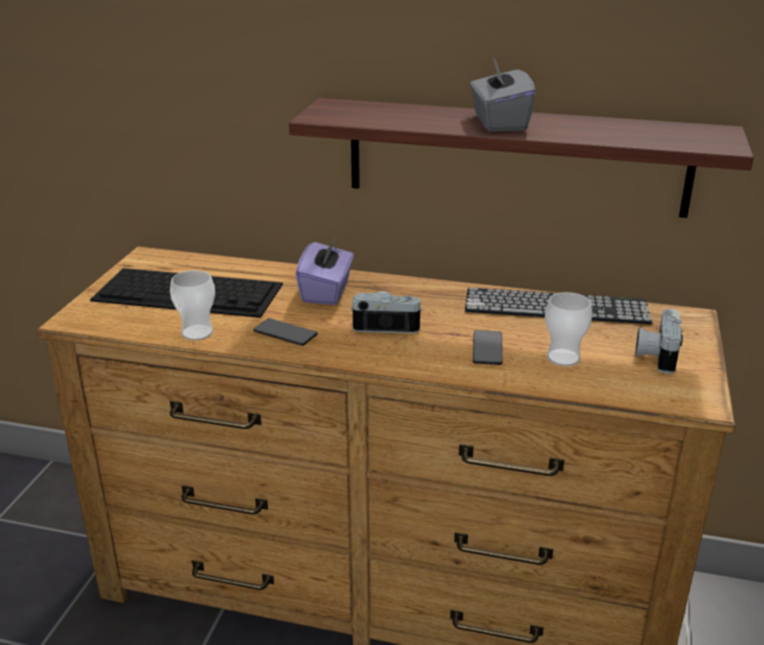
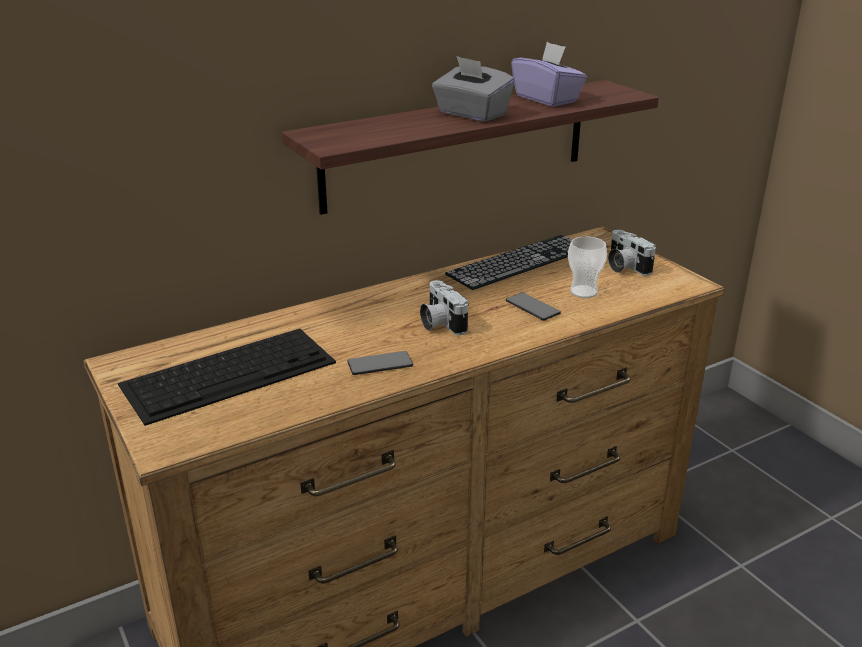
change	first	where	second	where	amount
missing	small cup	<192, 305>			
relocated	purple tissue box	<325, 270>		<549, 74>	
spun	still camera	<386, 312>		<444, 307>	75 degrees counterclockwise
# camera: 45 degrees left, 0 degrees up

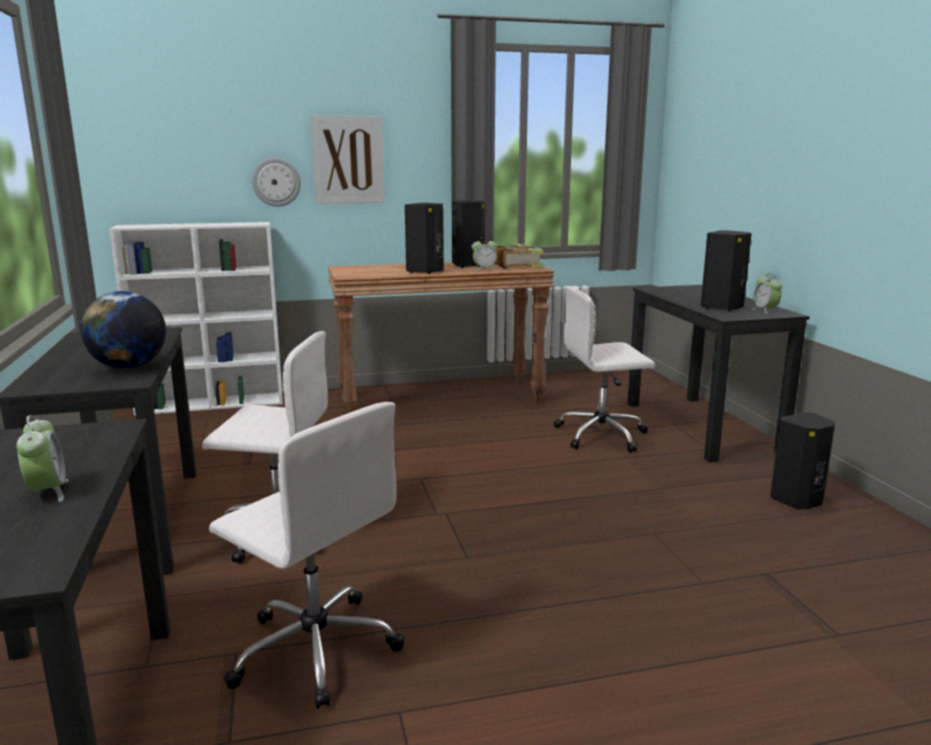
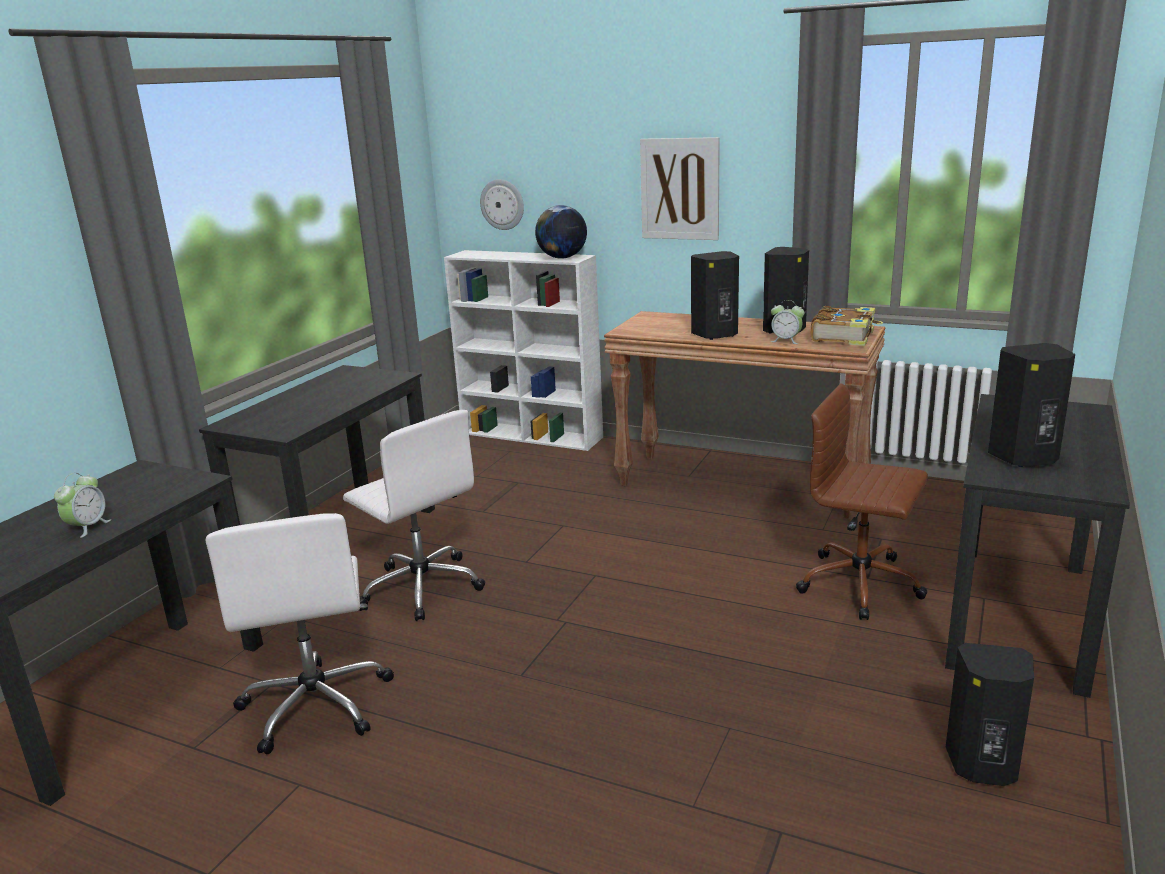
change	first	where	second	where	amount
missing	alarm clock	<767, 293>			
relocated	world globe	<123, 330>		<561, 232>	
relocated	wall clock	<276, 182>		<502, 204>	
colour	white computer chair	<604, 369>	brownish computer chair	<862, 501>	
# camera: 40 degrees right, 5 degrees up

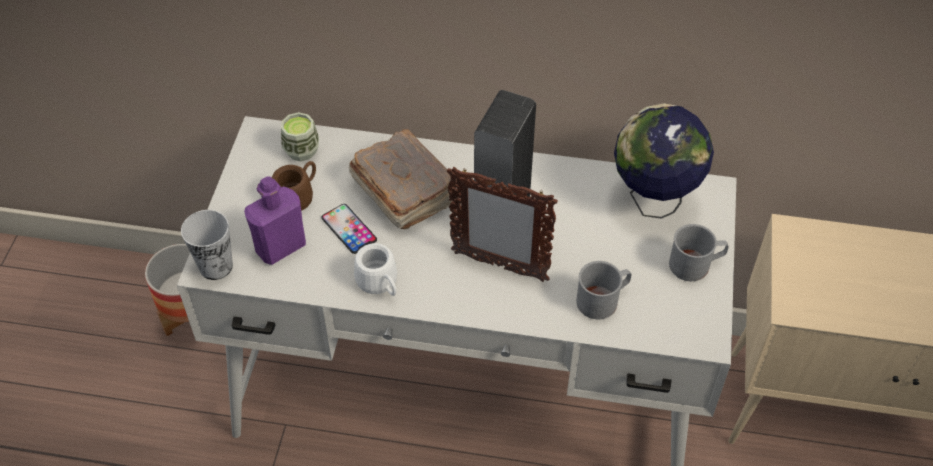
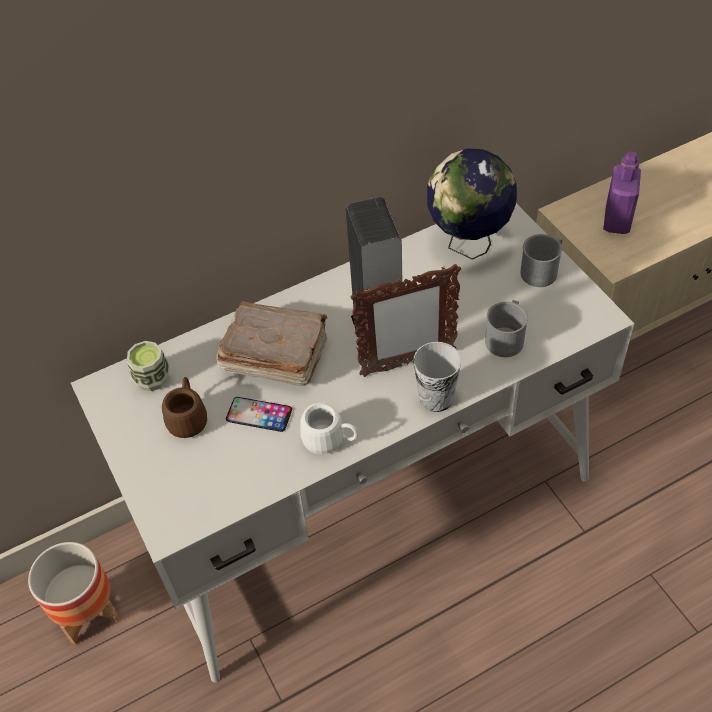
change	first	where	second	where	amount
relocated	small cup	<207, 245>		<437, 377>	
relocated	purple beverage bottle	<275, 220>		<622, 192>	
# camera: 35 degrees left, 0 degrees up

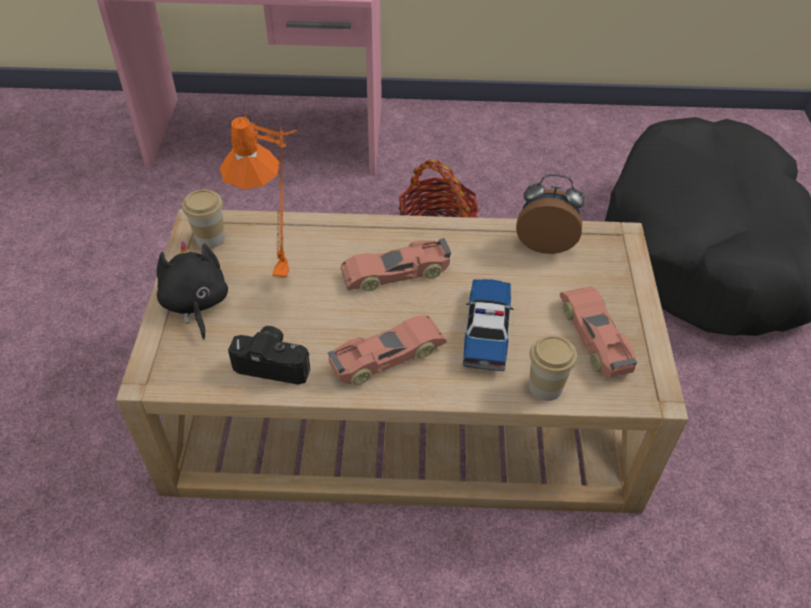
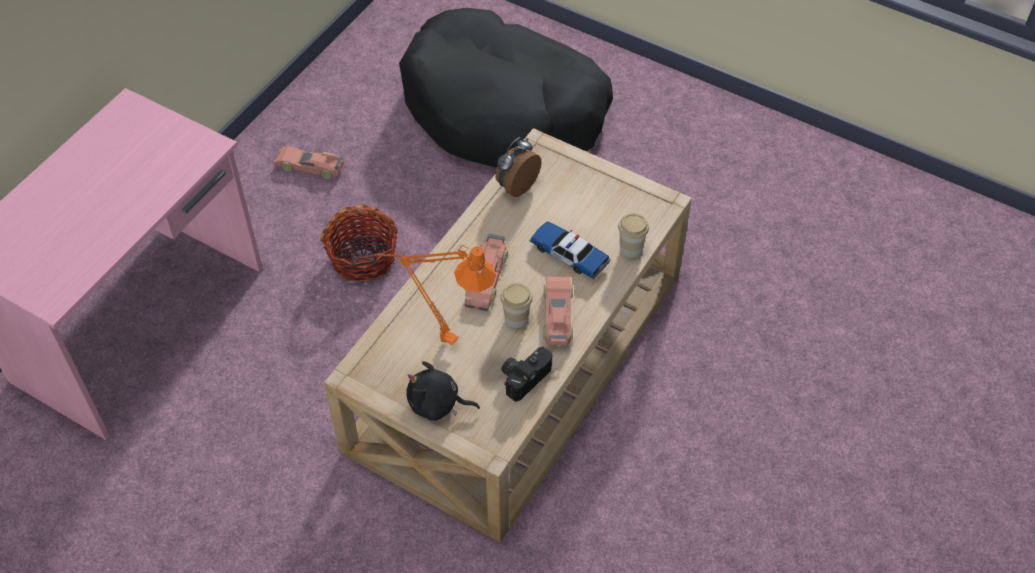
change	first	where	second	where	amount
relocated	small cup	<204, 219>		<516, 305>	
relocated	toy car	<598, 332>		<308, 162>	
# camera: 60 degrees left, 5 degrees up

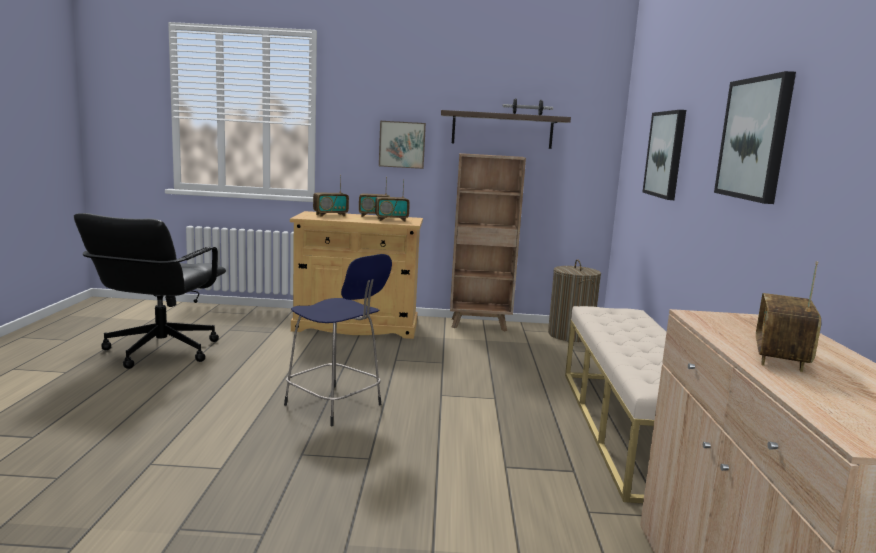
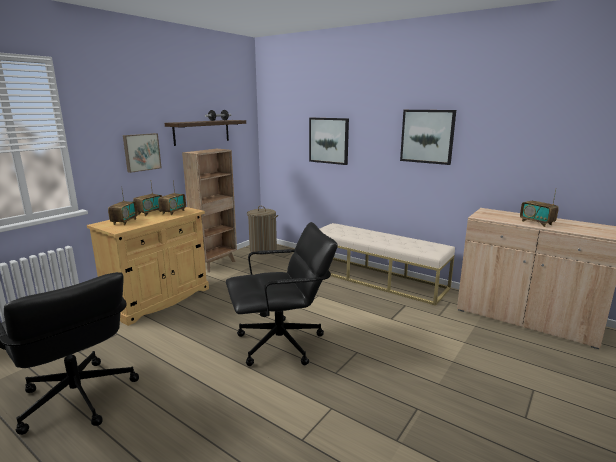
change	first	where	second	where	amount
exchanged	blue stool seat	<338, 340>	black-coloured computer chair	<282, 294>	
# camera: 55 degrees left, 5 degrees up

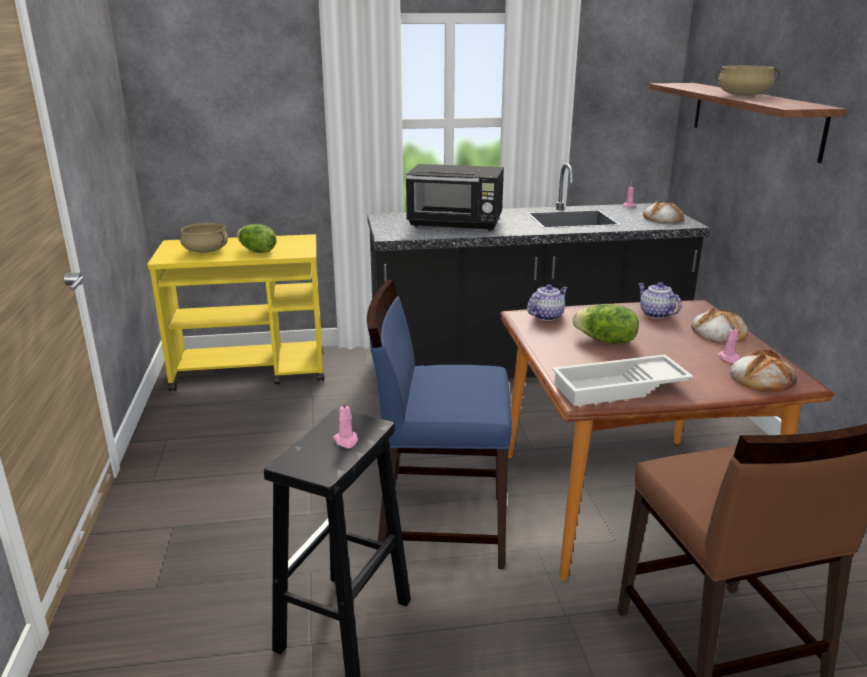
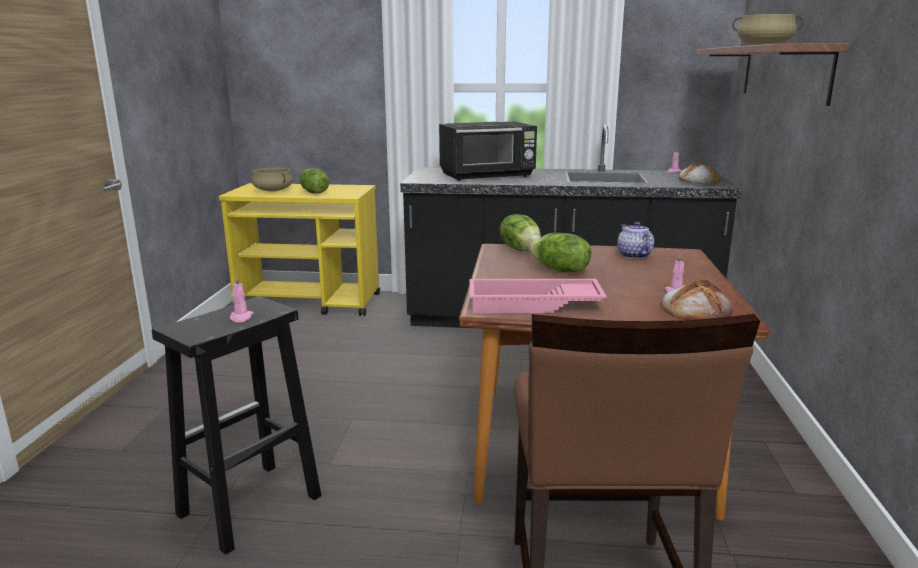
change	first	where	second	where	amount
missing	blue upright chair	<439, 424>			
missing	bakery bread	<720, 325>			
exchanged	teapot	<547, 302>	lettuce head	<520, 232>	
colour	white carrying tray	<623, 380>	pink-coloured carrying tray	<538, 296>	
spun	black-coloured kitchen microwave	<454, 197>		<488, 151>	45 degrees counterclockwise
# camera: 15 degrees right, 5 degrees down

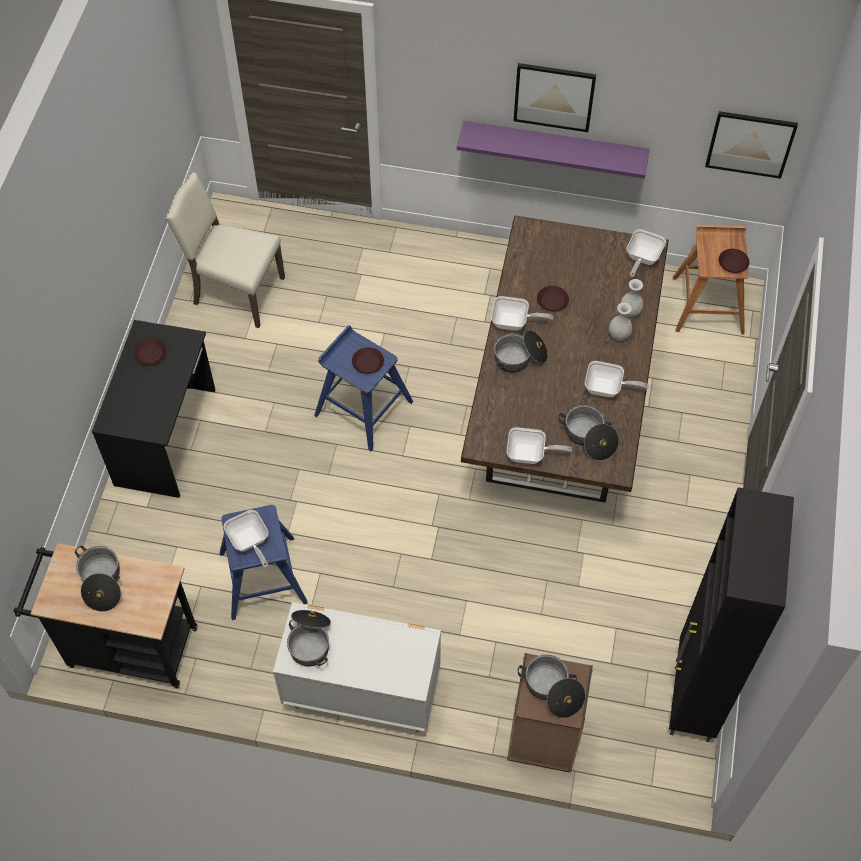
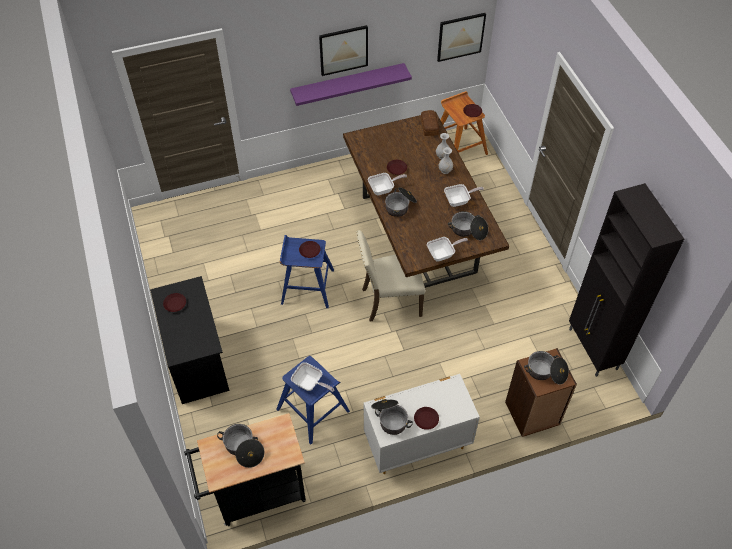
change	first	where	second	where	amount
appeared			brownish flat dish	<426, 418>	
relocated	beige upright chair	<225, 250>		<391, 275>	
exchanged	skillet	<646, 253>	bakery bread	<430, 123>	
# camera: 30 degrees left, 5 degrees down

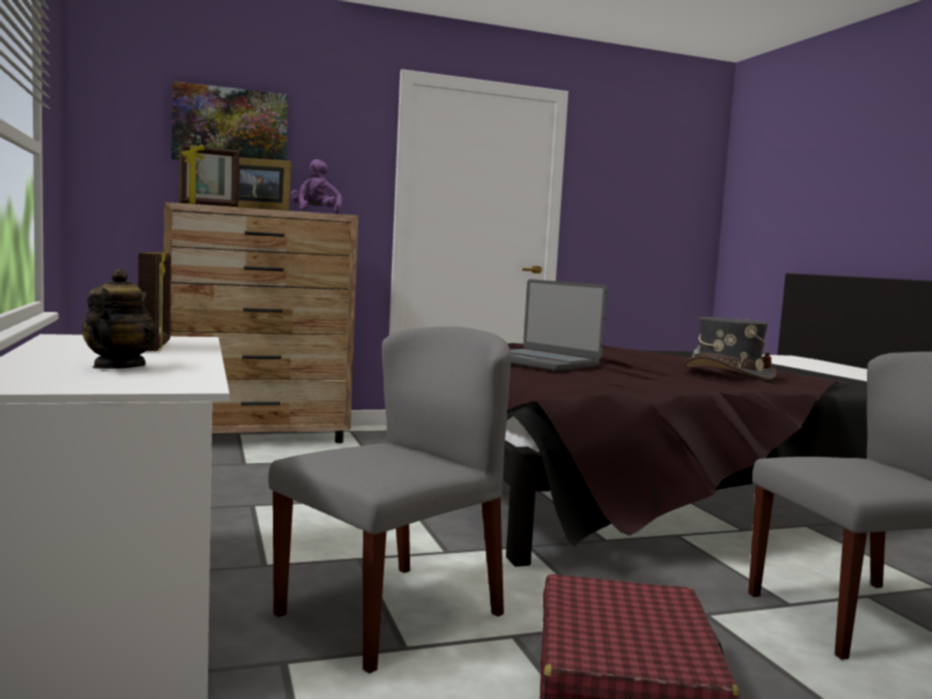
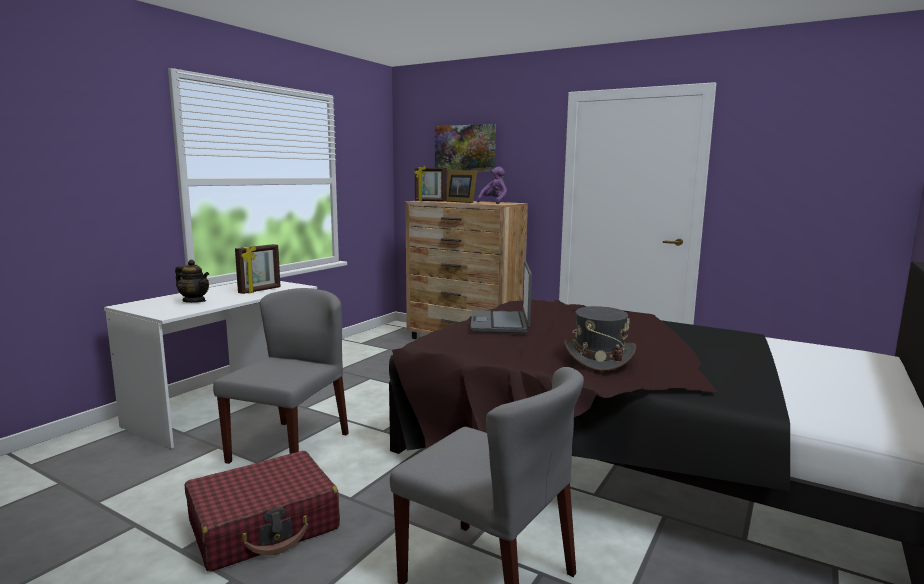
change	first	where	second	where	amount
spun	teapot	<119, 319>		<192, 281>	60 degrees clockwise
spun	grey upright chair	<389, 500>		<281, 376>	75 degrees counterclockwise
# camera: 50 degrees right, 5 degrees up

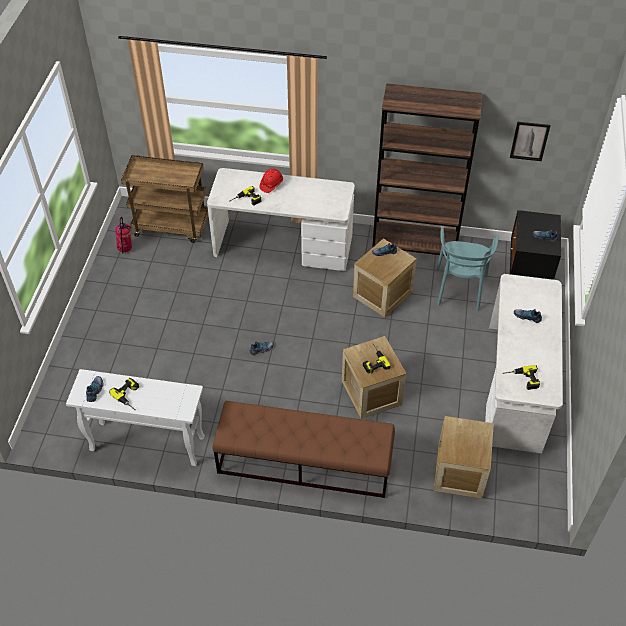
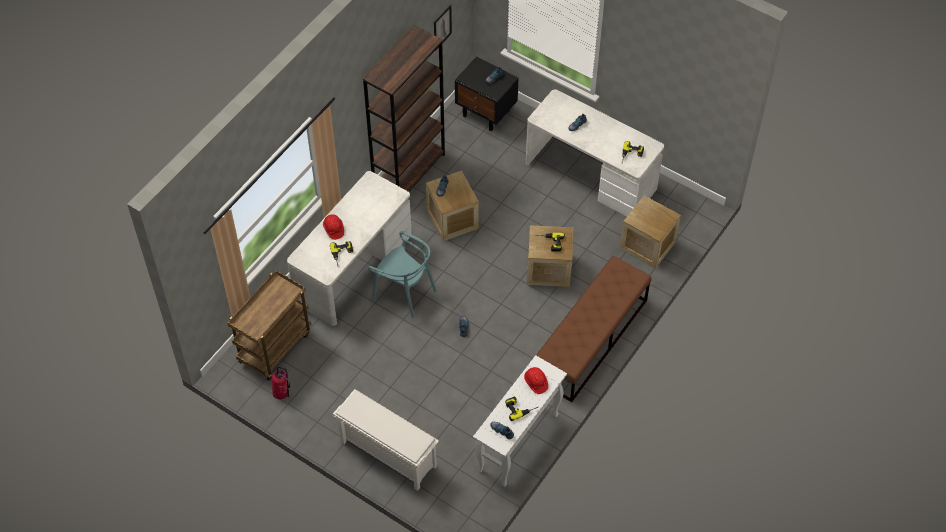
change	first	where	second	where	amount
appeared			white shoe rack	<386, 440>	
appeared			red-coloured safety helmet	<536, 380>	
relocated	turquoise-coloured upright chair	<467, 269>		<402, 274>	
# camera: 65 degrees left, 5 degrees up

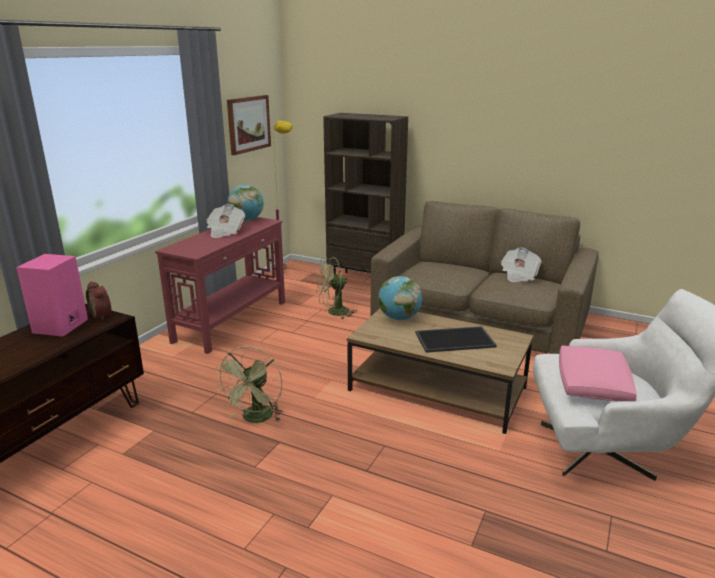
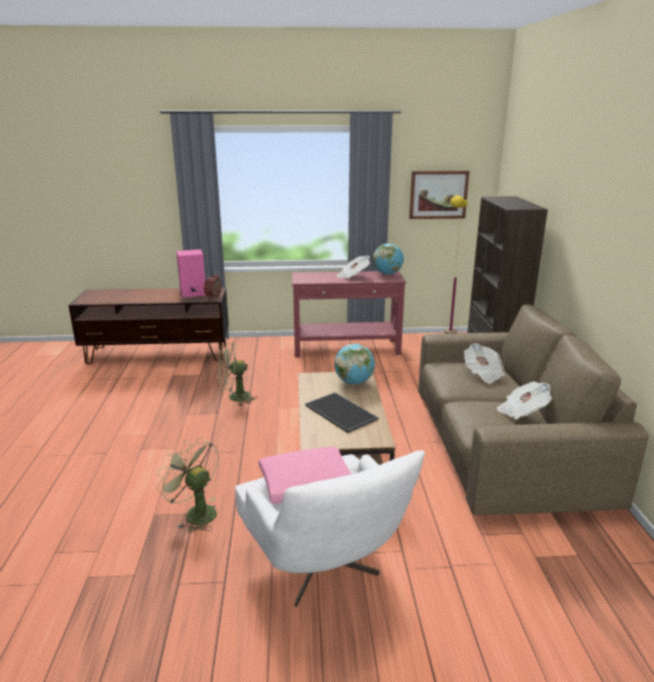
change	first	where	second	where	amount
appeared			newspaper	<484, 363>	
relocated	green-coloured fan	<336, 288>		<187, 484>	
# camera: 60 degrees right, 0 degrees up

